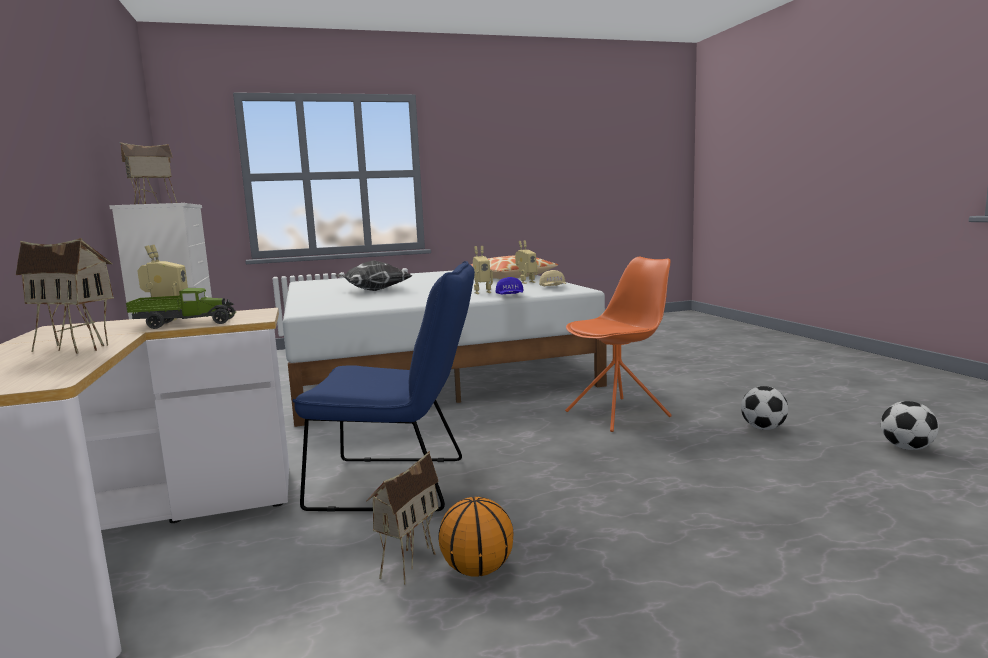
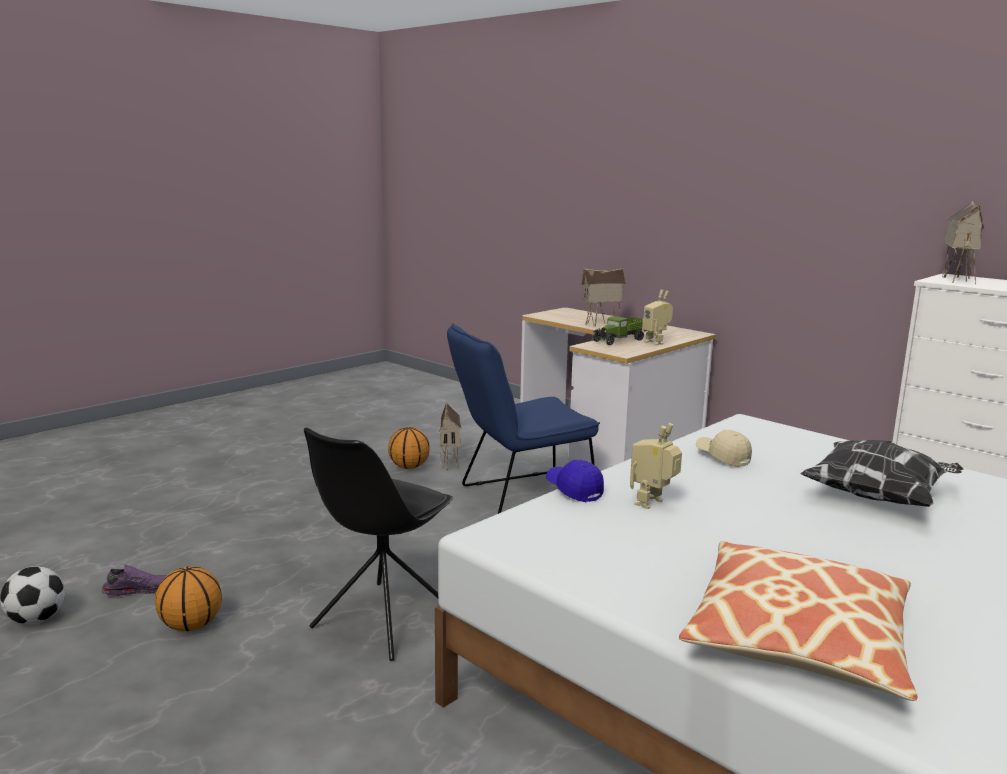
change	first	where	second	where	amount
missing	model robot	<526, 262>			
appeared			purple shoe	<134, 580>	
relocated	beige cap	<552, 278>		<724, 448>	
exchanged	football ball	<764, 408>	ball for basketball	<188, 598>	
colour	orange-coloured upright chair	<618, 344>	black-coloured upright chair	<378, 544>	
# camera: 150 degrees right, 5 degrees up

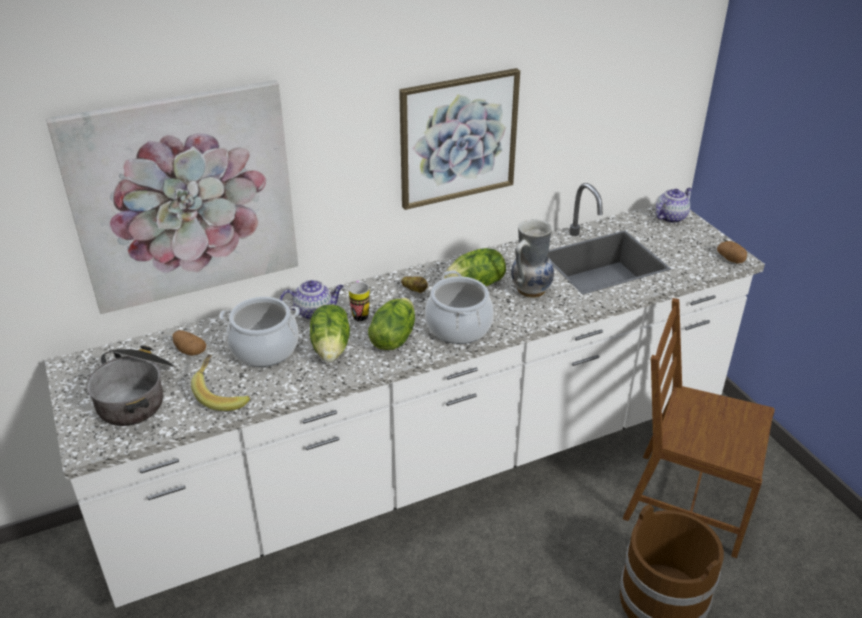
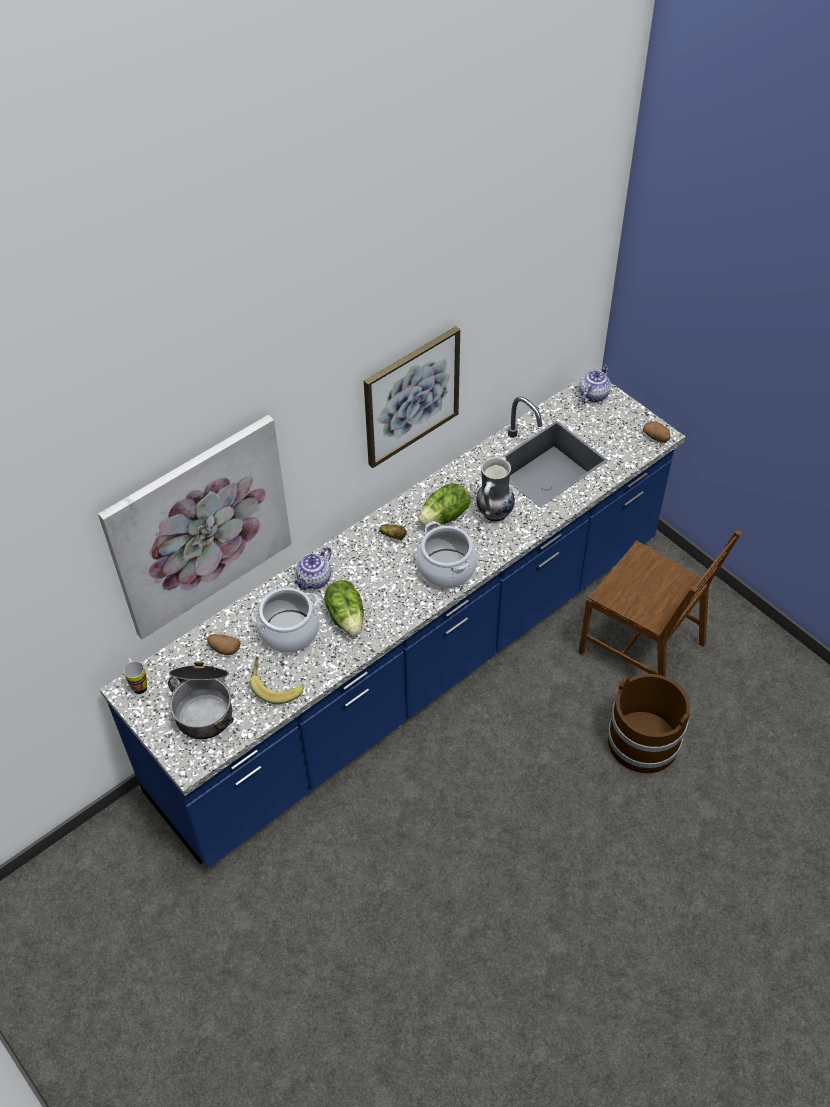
change	first	where	second	where	amount
missing	lettuce head	<391, 324>			
relocated	mug	<359, 301>		<135, 676>	
colour	white kitchen counter	<404, 395>	blue kitchen counter	<392, 622>	
spun	teapot	<312, 300>		<312, 568>	150 degrees clockwise
spun	brownish upright chair	<699, 428>		<660, 603>	150 degrees counterclockwise
# camera: 15 degrees left, 15 degrees up

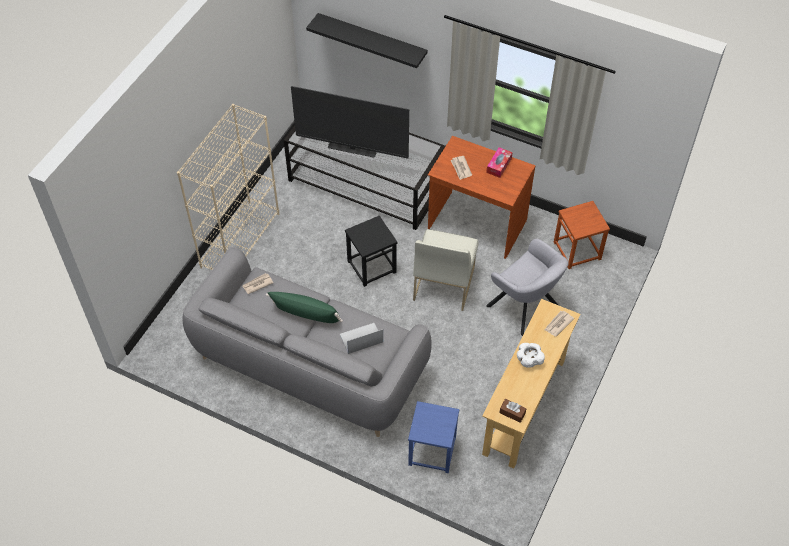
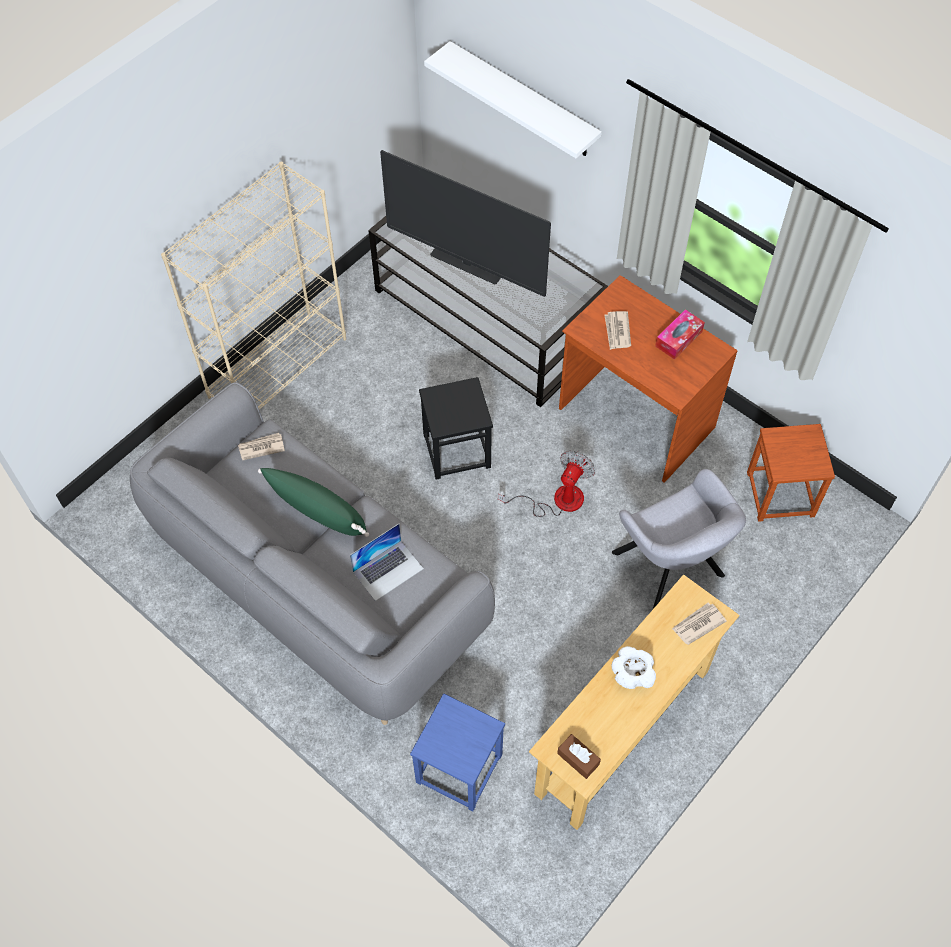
change	first	where	second	where	amount
exchanged	white upright chair	<446, 270>	fan	<546, 484>	
colour	black-coloured bracket shelf	<367, 40>	white bracket shelf	<513, 99>	
spun	laptop	<361, 338>		<387, 562>	150 degrees clockwise
# camera: 15 degrees right, 5 degrees up

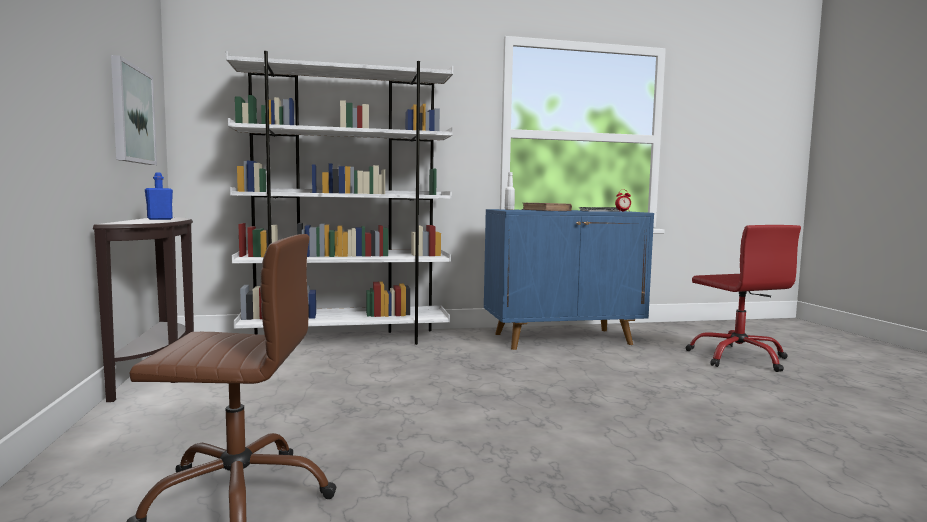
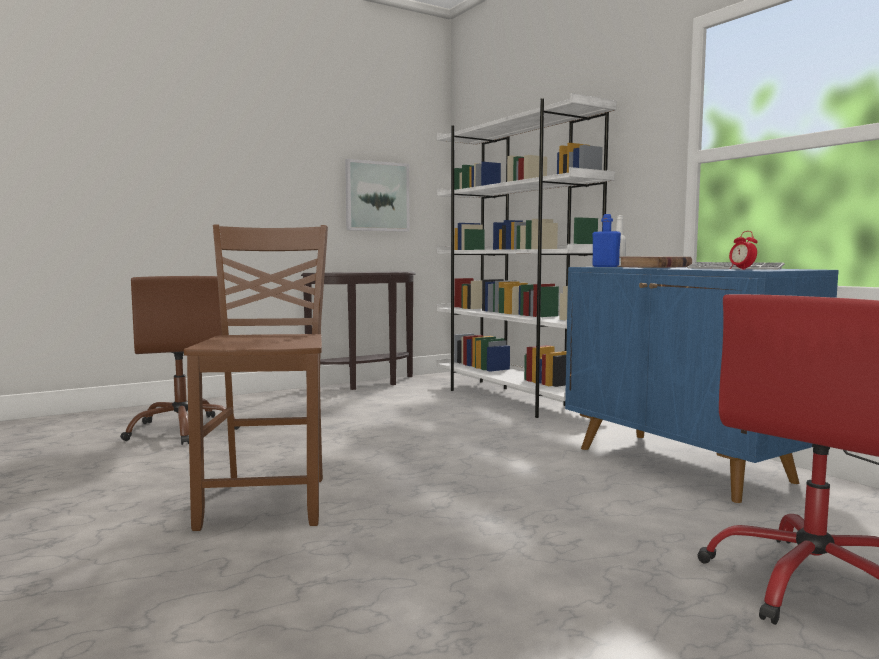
change	first	where	second	where	amount
appeared			brownish upright chair	<256, 378>	
relocated	blue beverage bottle	<159, 196>		<606, 240>	
# camera: 70 degrees right, 0 degrees up

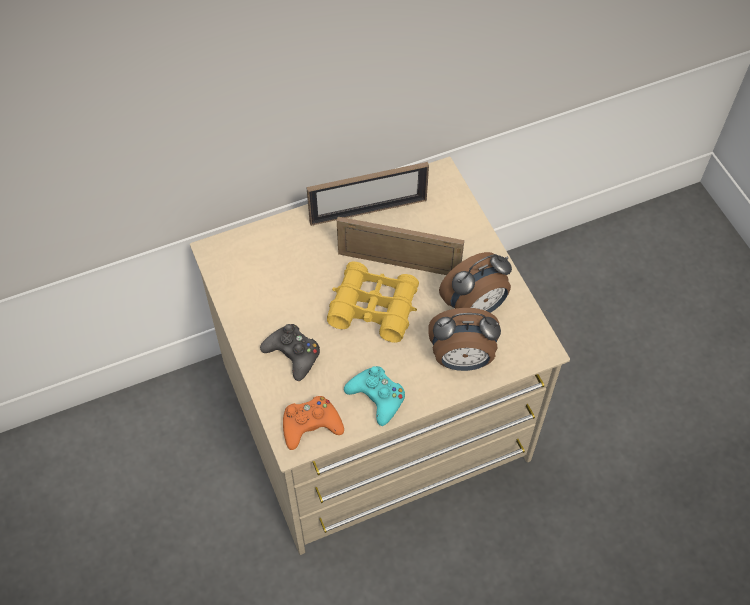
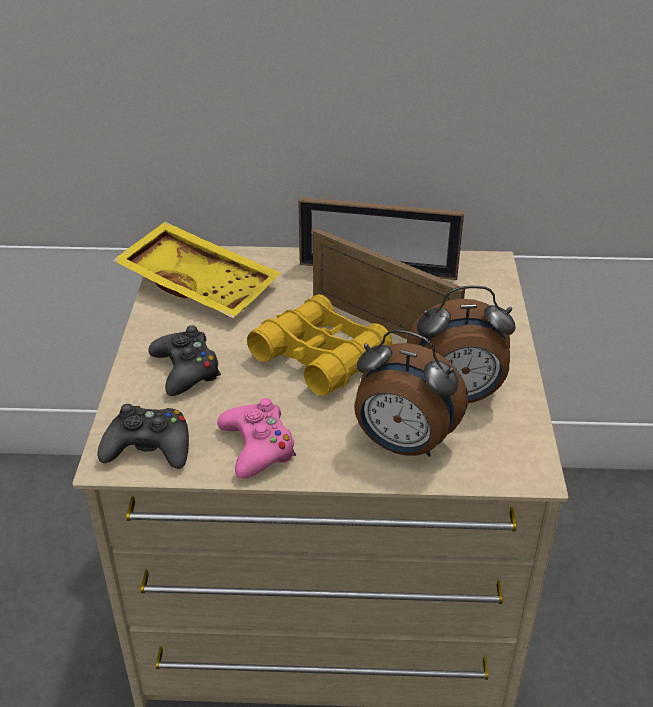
change	first	where	second	where	amount
appeared			yellowish carrying tray	<196, 269>	
colour	orange-coloured gamepad	<313, 423>	black-coloured gamepad	<143, 436>	
colour	turquoise-coloured gamepad	<374, 396>	pink-coloured gamepad	<256, 438>	
# camera: 25 degrees right, 20 degrees down

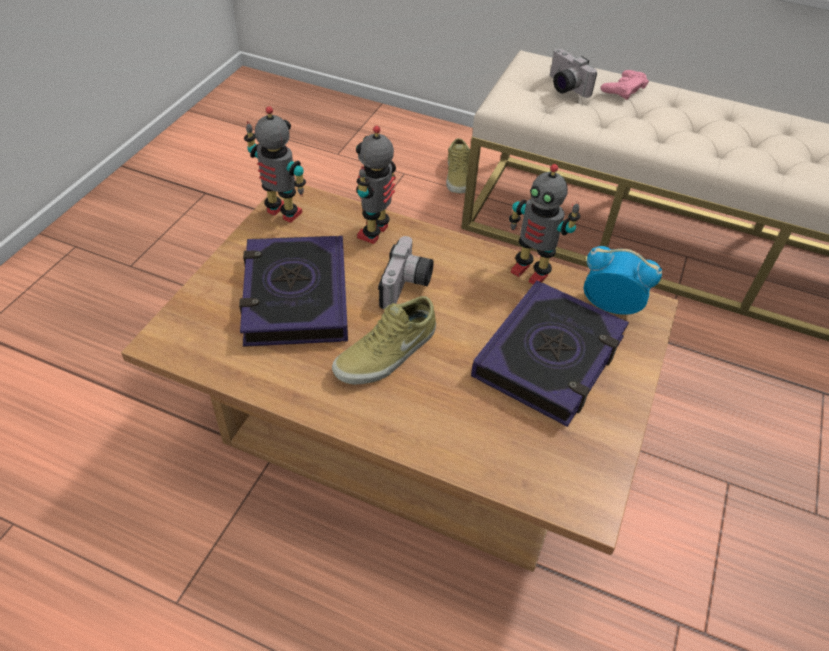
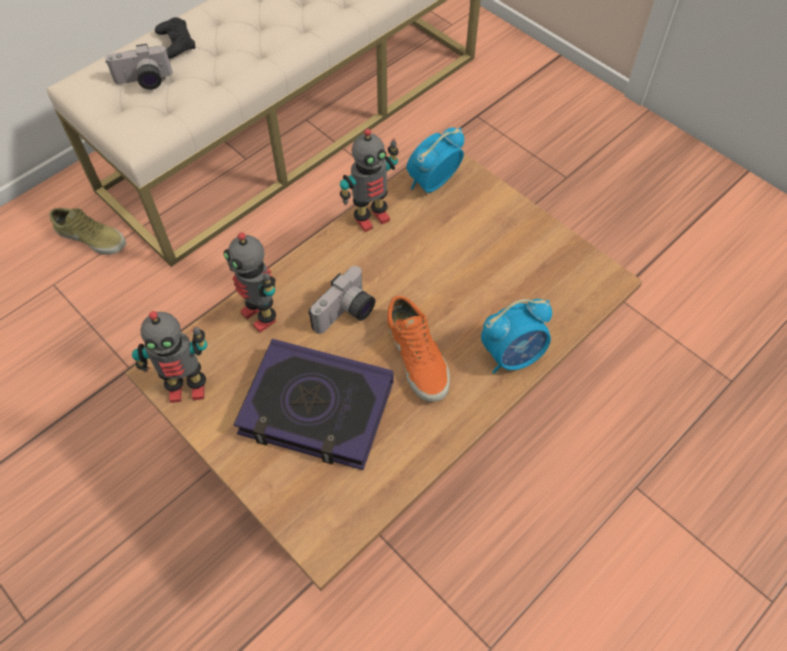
change	first	where	second	where	amount
missing	bound book	<550, 353>			
appeared			alarm clock	<516, 336>	
colour	beige shoe	<384, 340>	orange-coloured shoe	<418, 349>	
colour	pink-coloured gamepad	<624, 85>	black-coloured gamepad	<175, 38>	
spun	model robot	<275, 164>		<169, 357>	150 degrees counterclockwise
spun	still camera	<406, 272>		<342, 300>	90 degrees clockwise
# camera: 65 degrees left, 10 degrees up

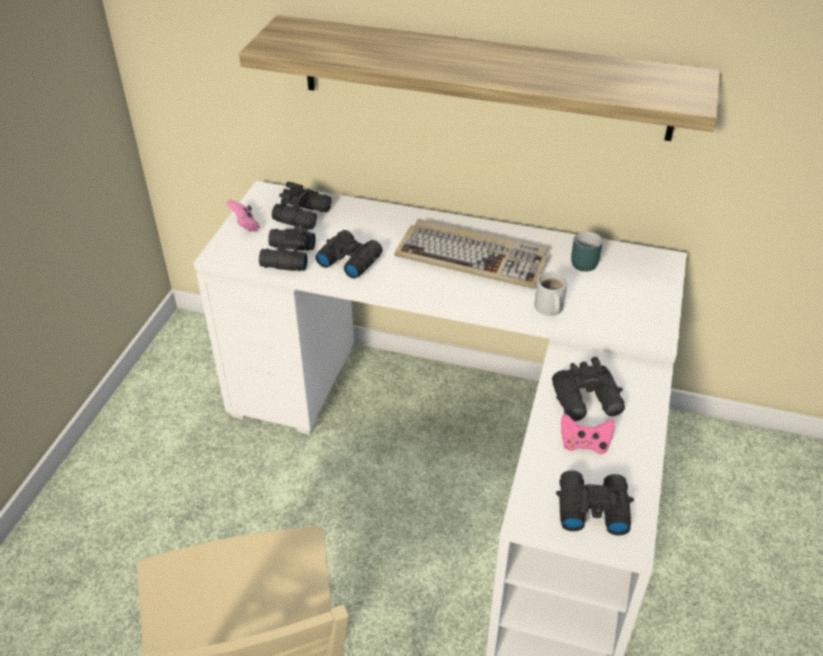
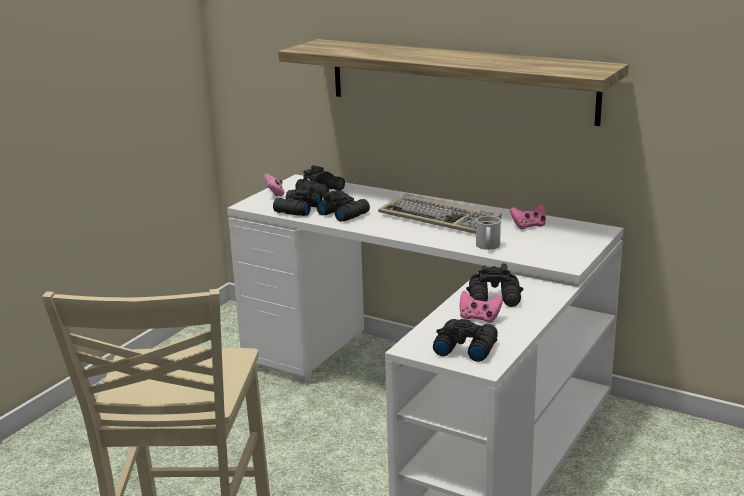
change	first	where	second	where	amount
exchanged	turquoise-coloured mug	<587, 251>	pink-coloured gamepad	<528, 216>	
# camera: 15 degrees right, 20 degrees down

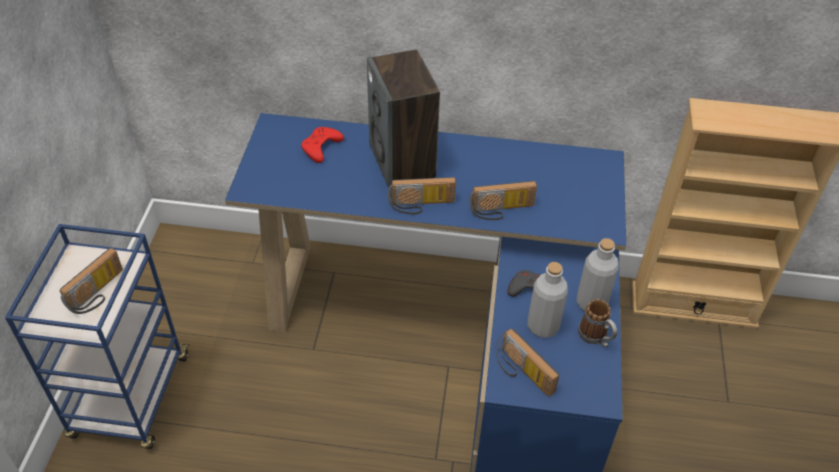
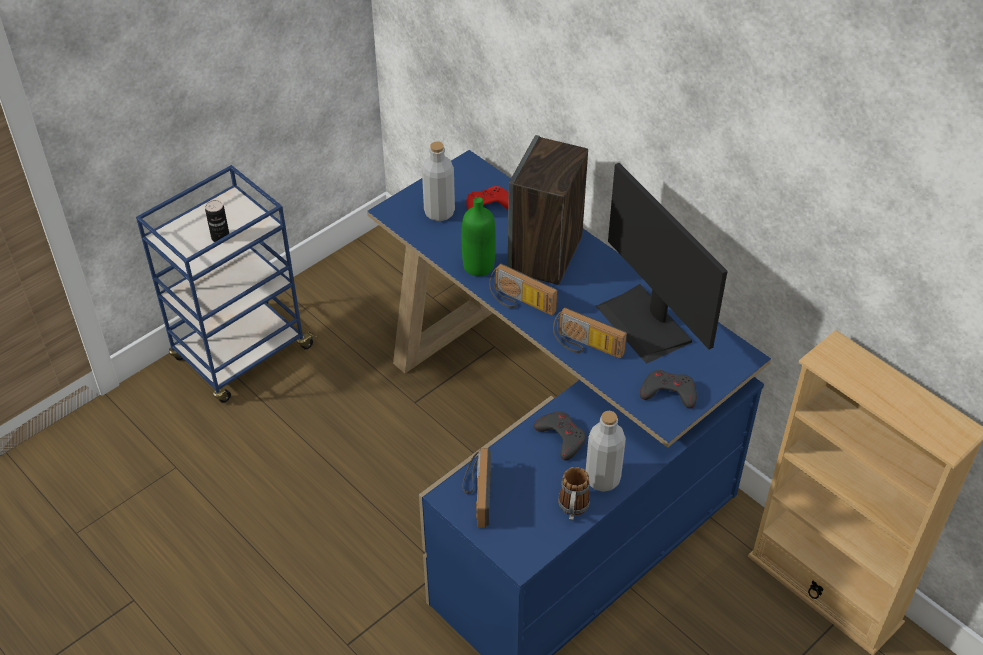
change	first	where	second	where	amount
appeared			green-coloured beverage bottle	<479, 236>	
appeared			computer display	<662, 263>	
appeared			grey gamepad	<668, 389>	
relocated	grey beverage bottle	<548, 300>		<438, 181>	
exchanged	radio	<91, 281>	sealed can	<217, 221>	
# camera: 40 degrees right, 0 degrees up

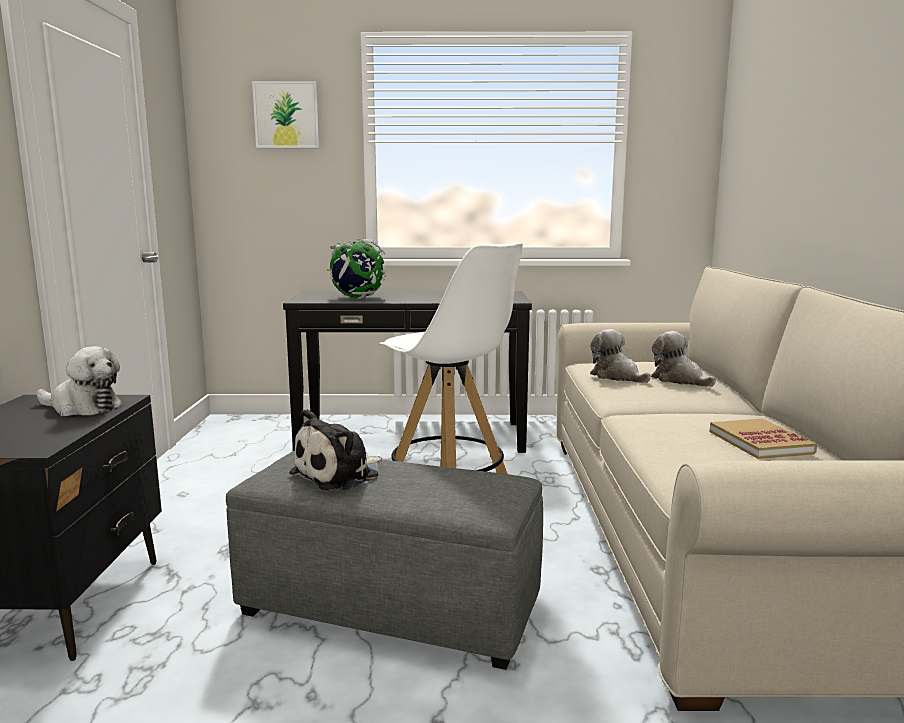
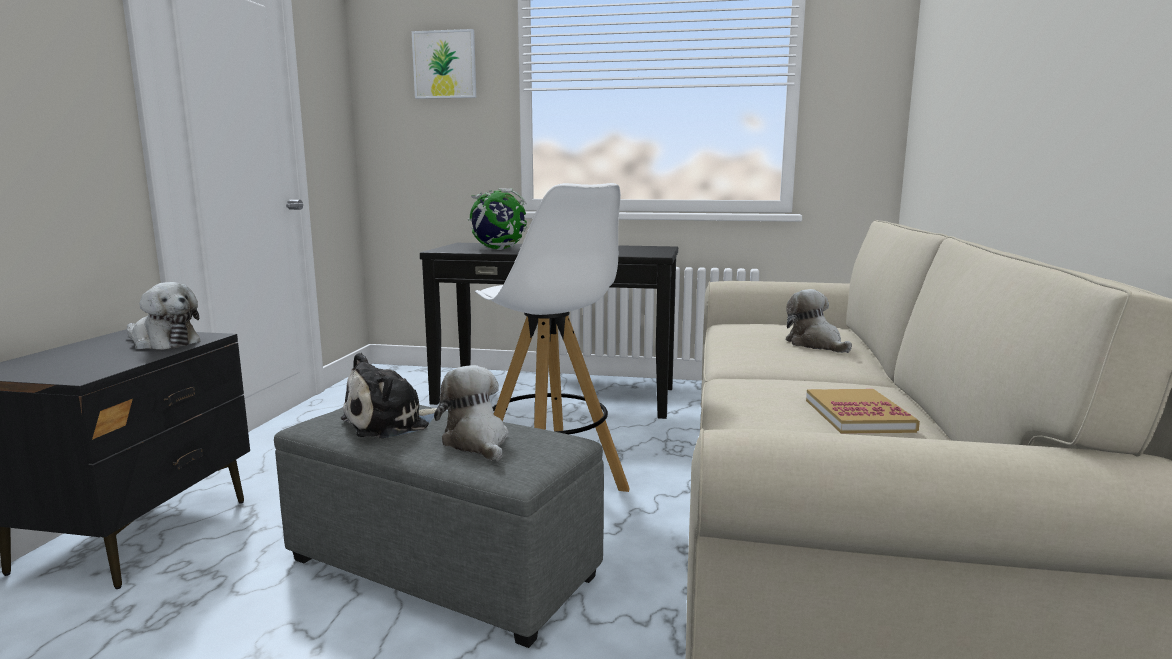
change	first	where	second	where	amount
relocated	plush toy	<620, 356>		<471, 413>	
# camera: 10 degrees right, 0 degrees up

